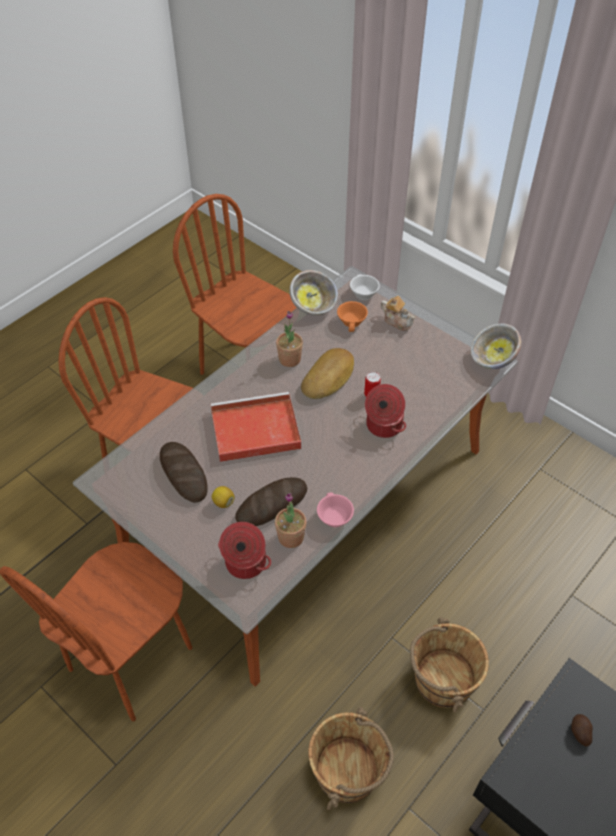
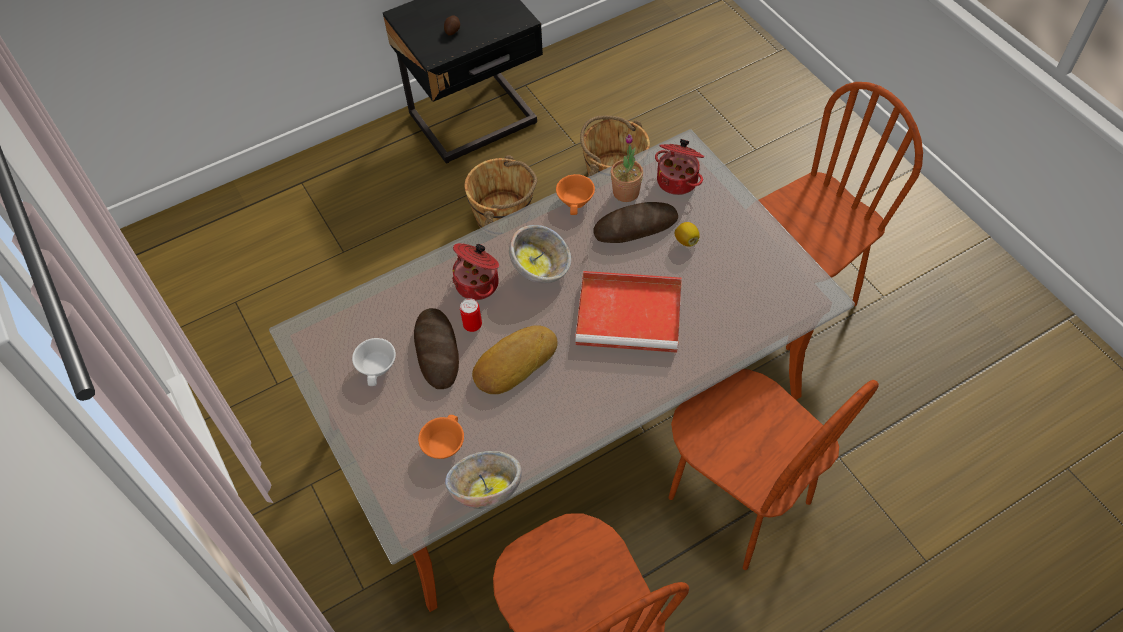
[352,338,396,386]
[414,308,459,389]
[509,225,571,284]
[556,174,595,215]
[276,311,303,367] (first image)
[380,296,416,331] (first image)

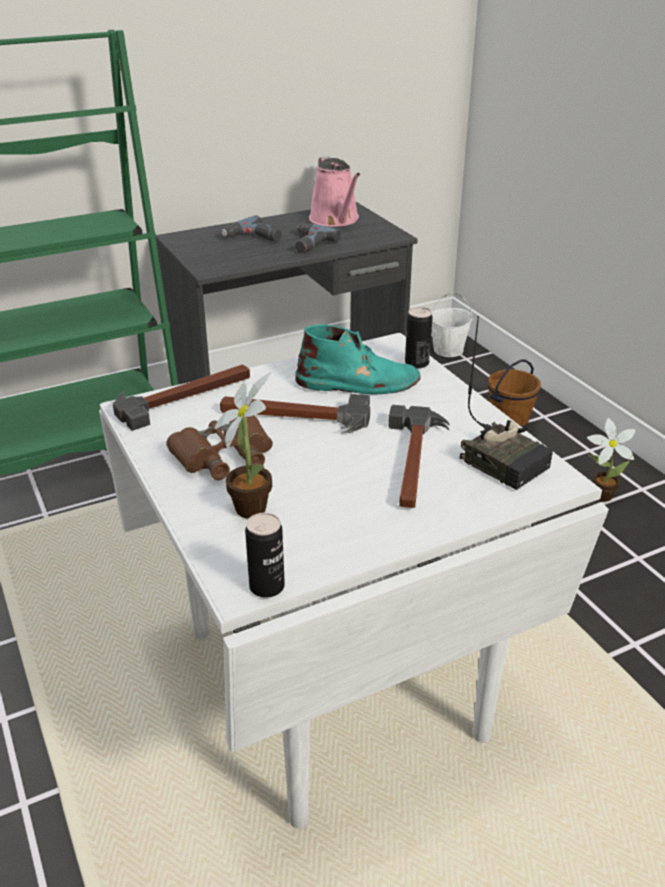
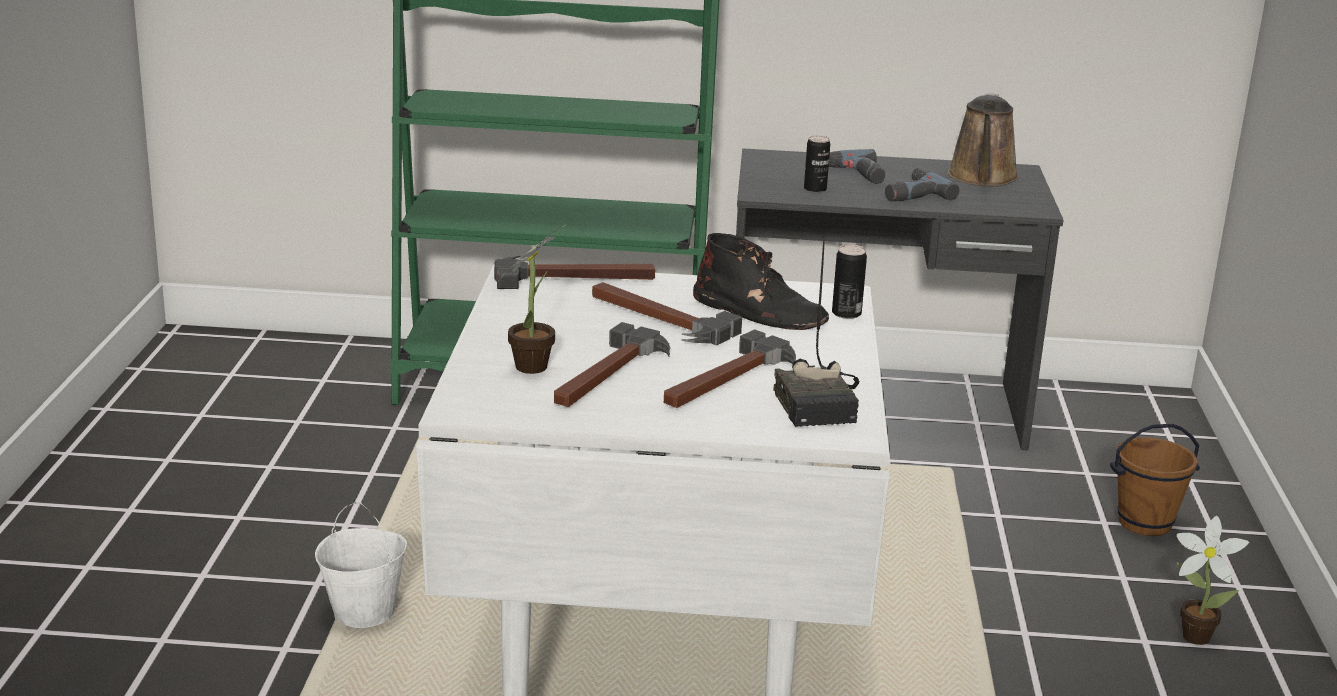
[315,502,407,628]
[554,322,670,407]
[693,233,829,330]
[804,135,830,193]
[947,94,1019,187]
[166,416,273,480] (first image)

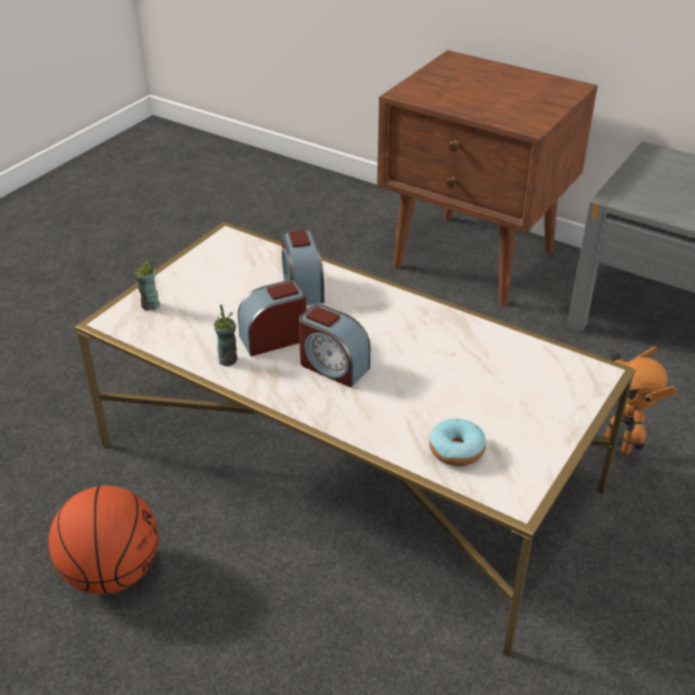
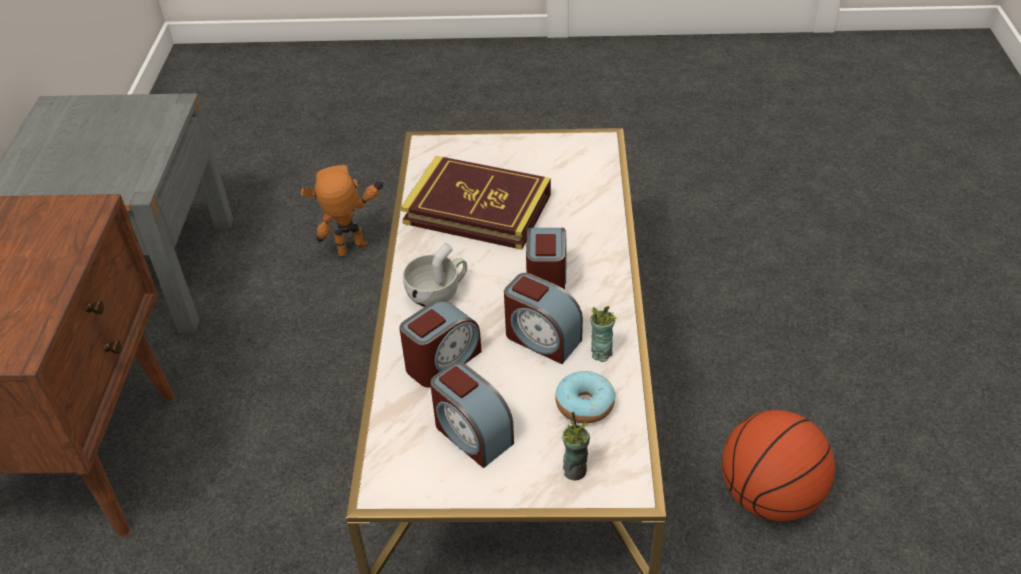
[301,165,385,256]
[401,156,551,250]
[403,243,467,307]
[430,362,514,468]
[555,371,616,424]

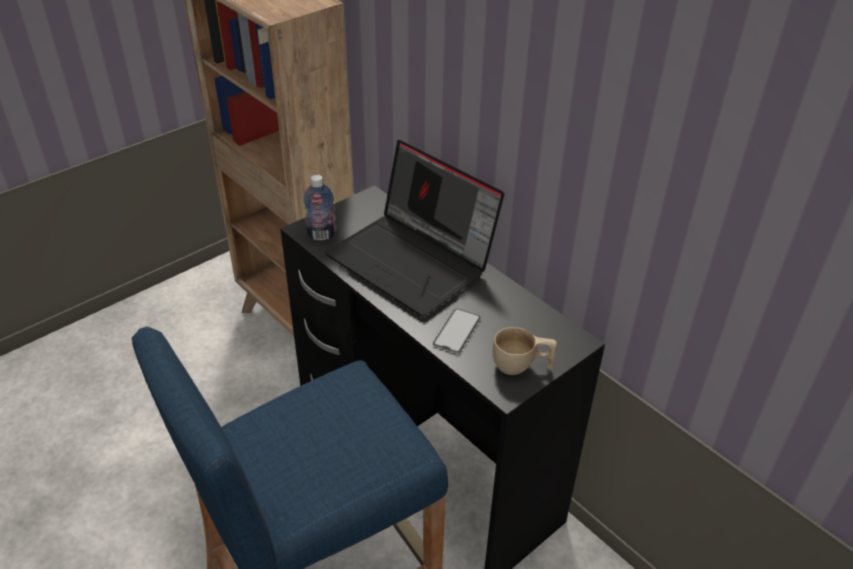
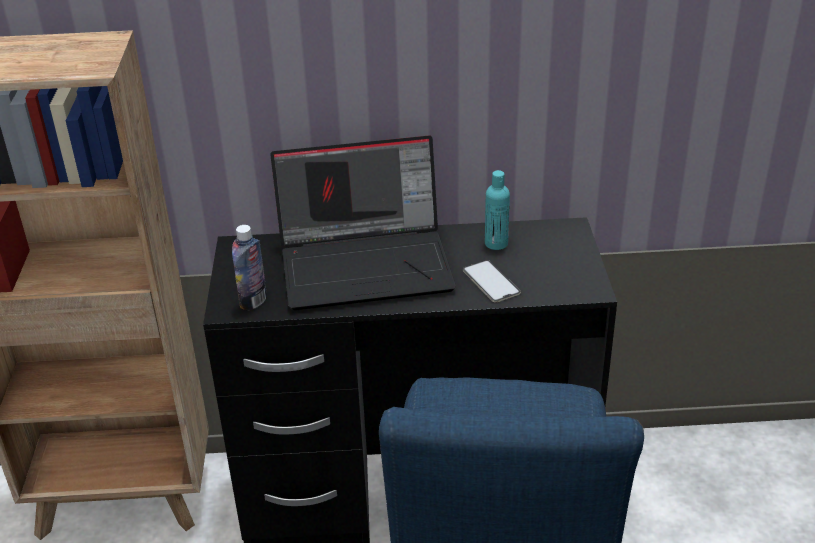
[485,170,510,250]
[493,327,557,375] (first image)

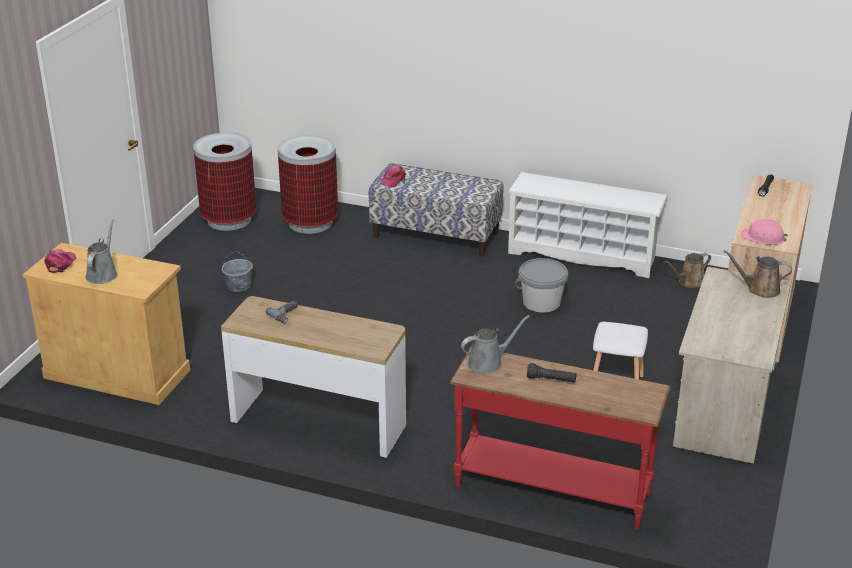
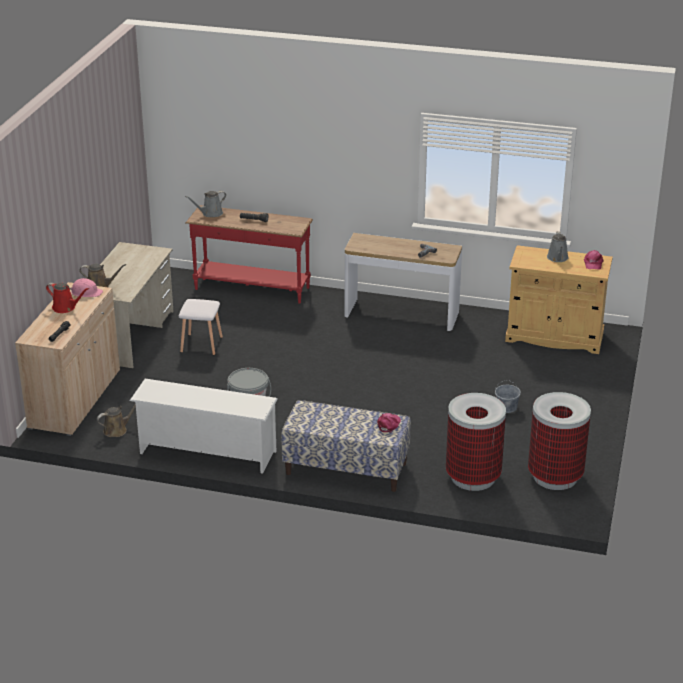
[46,283,89,313]
[185,191,226,217]

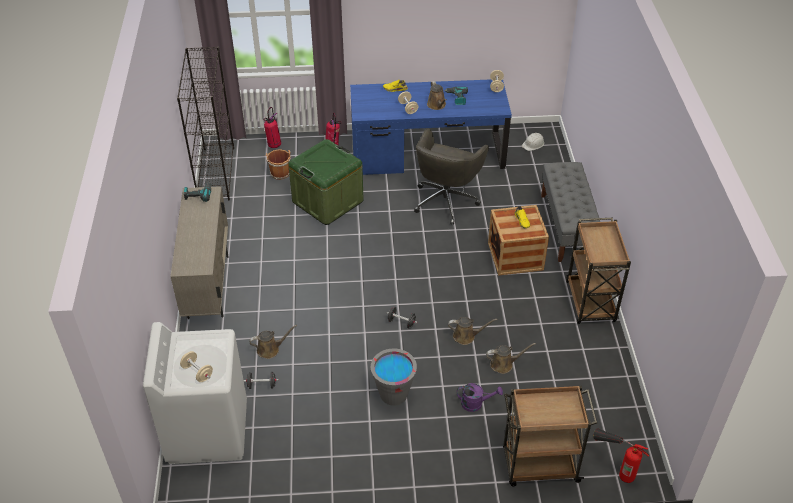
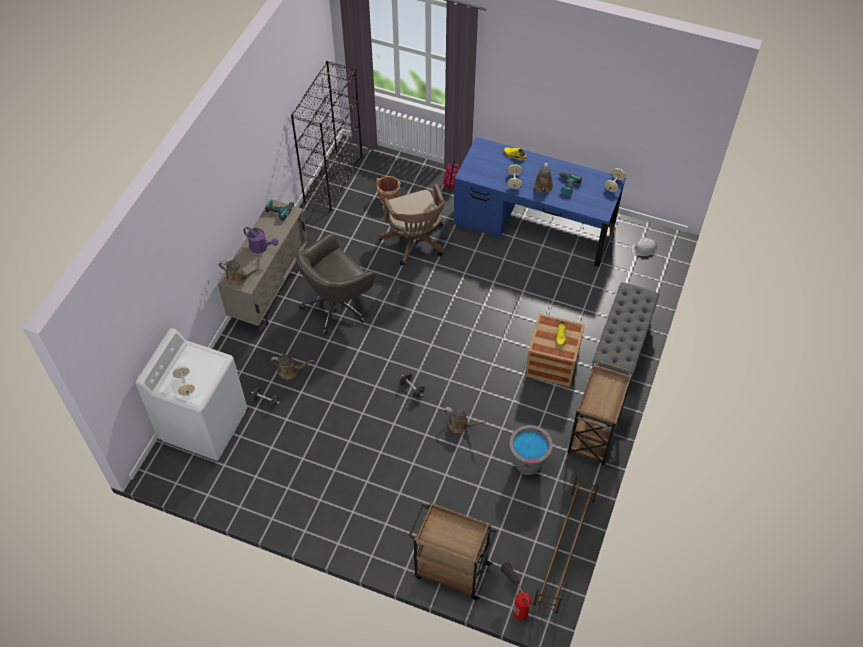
[218,260,261,286]
[244,227,278,253]
[295,233,375,335]
[379,184,445,265]
[510,425,553,475]
[533,476,599,613]
[263,107,281,148] (first image)

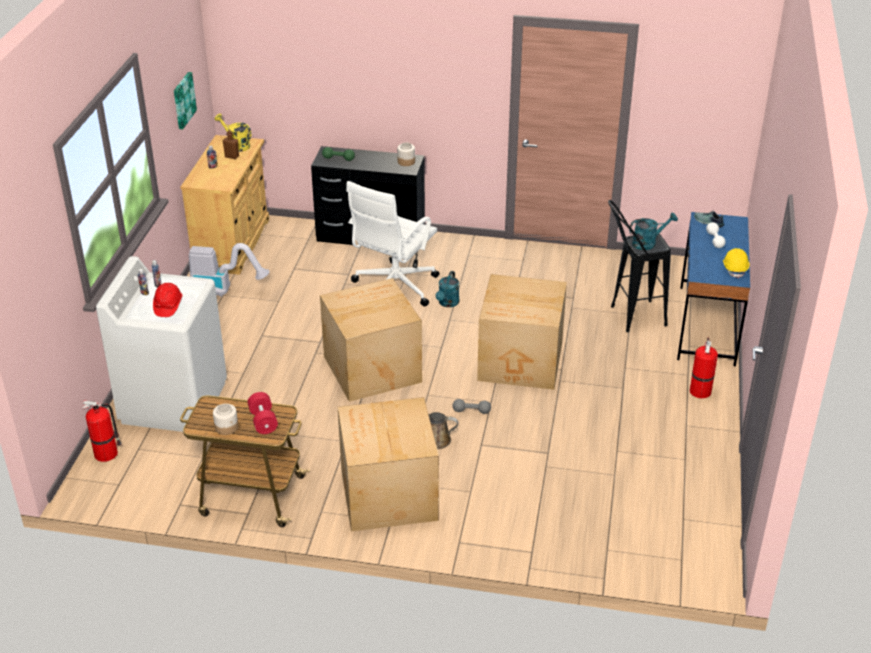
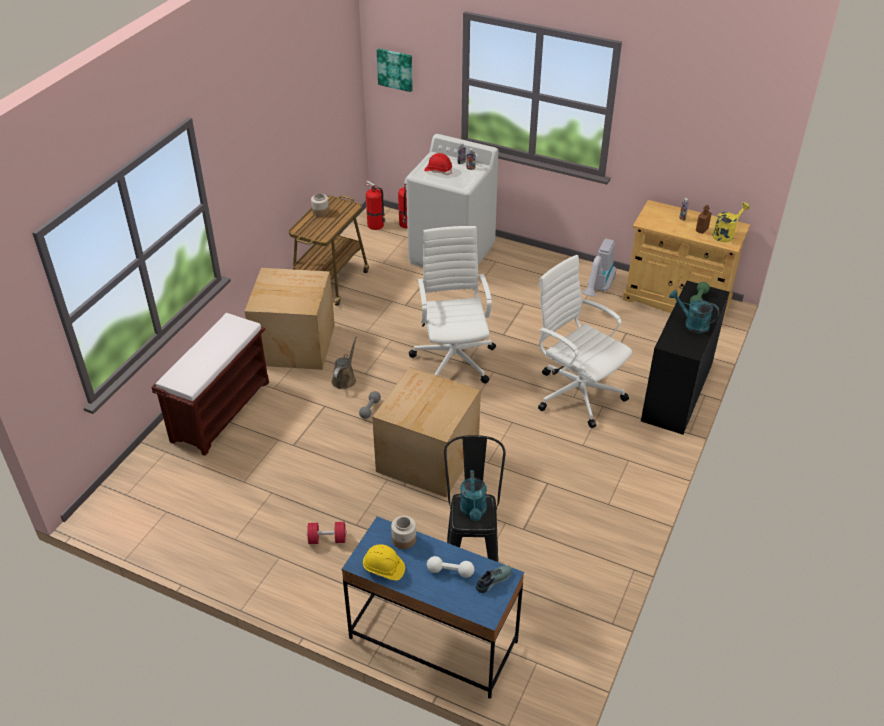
[151,313,269,456]
[307,522,346,544]
[365,180,385,230]
[377,48,413,92]
[391,516,416,549]
[409,226,496,384]
[669,290,719,333]

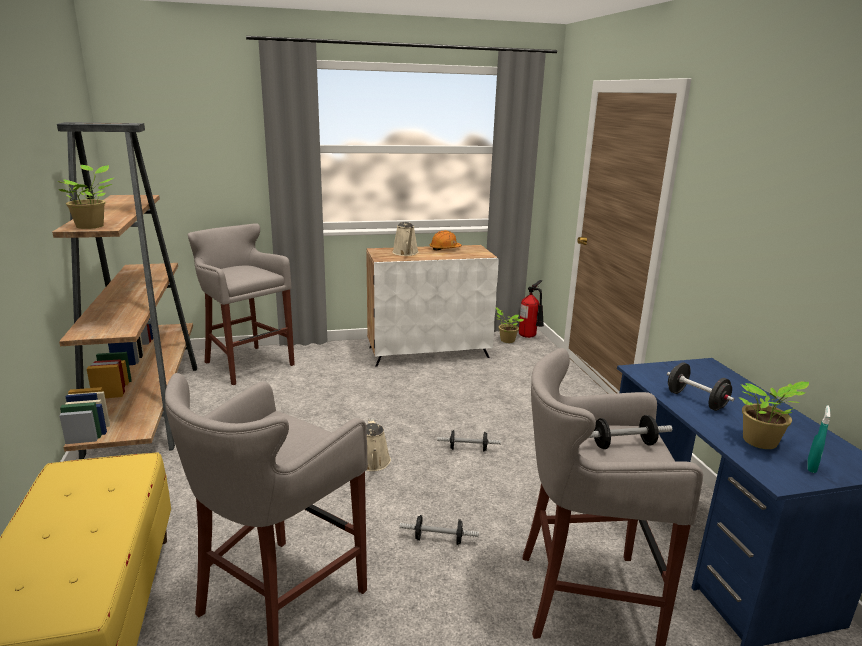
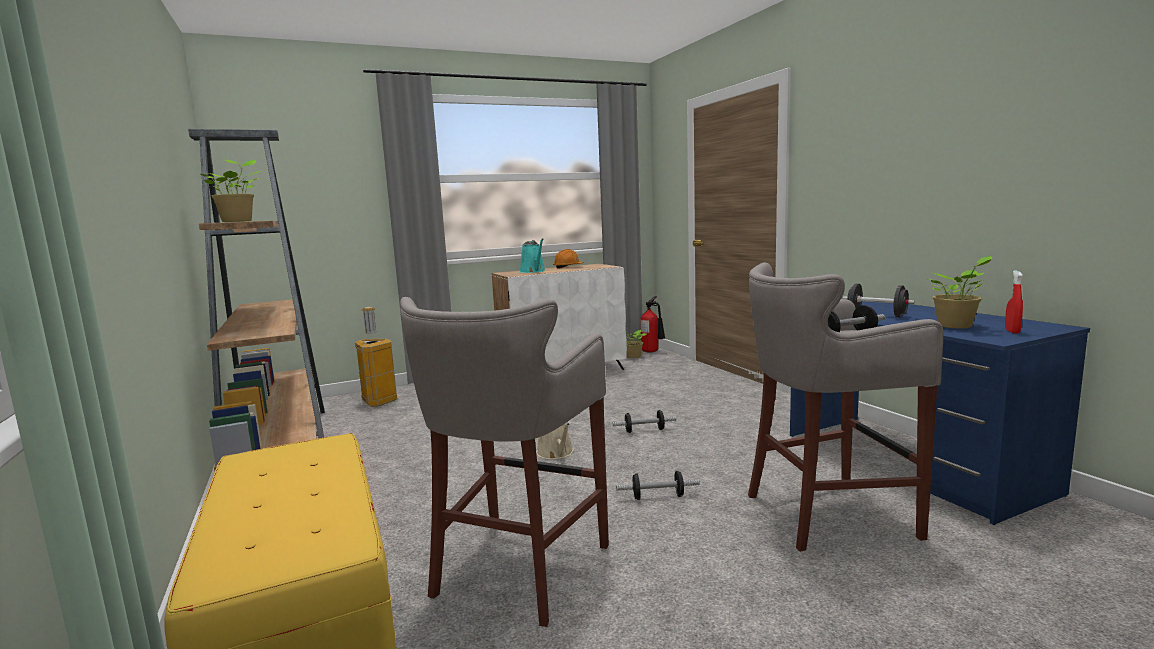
[355,307,397,407]
[520,238,545,273]
[1005,271,1023,333]

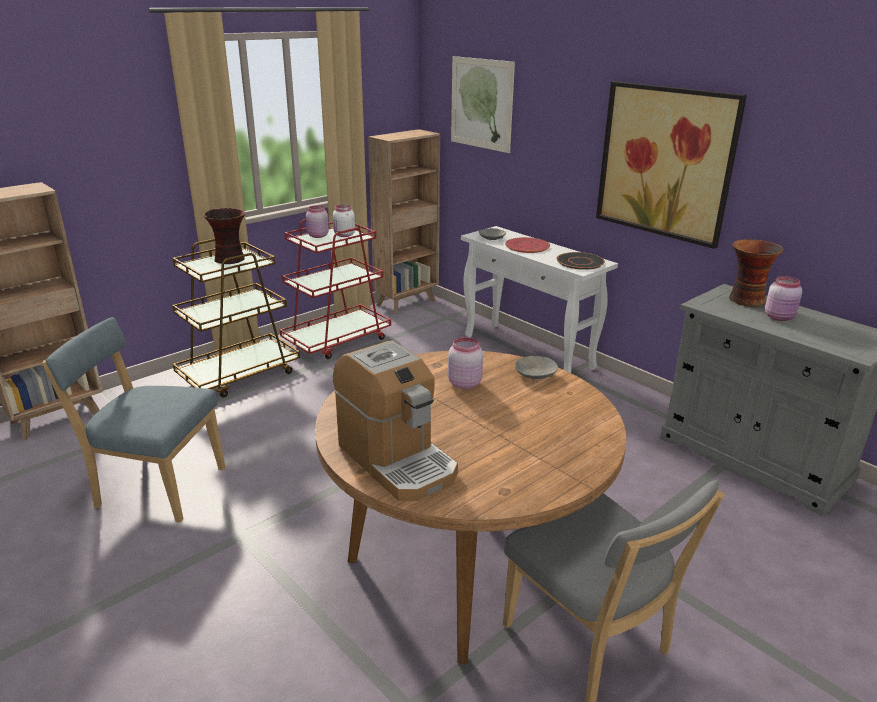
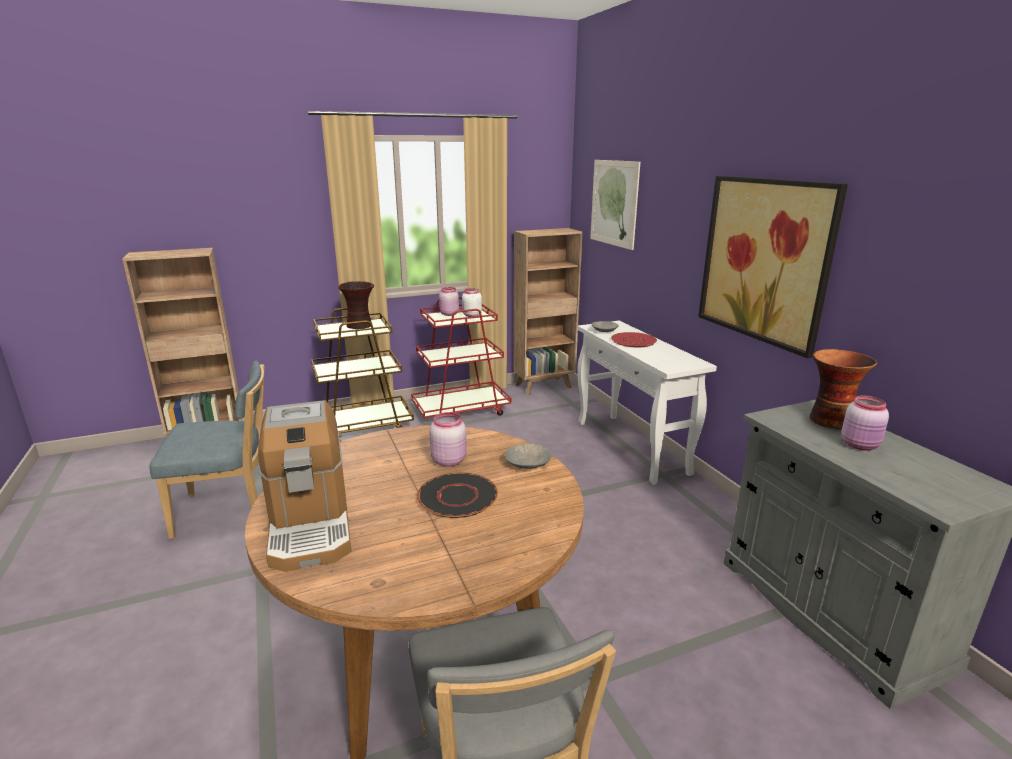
[150,360,265,539]
[417,472,498,518]

